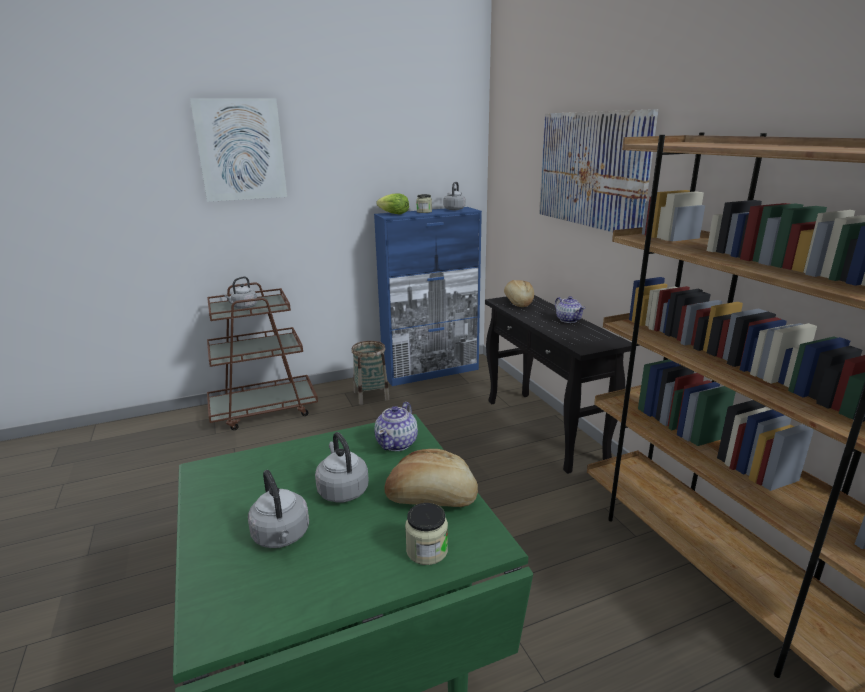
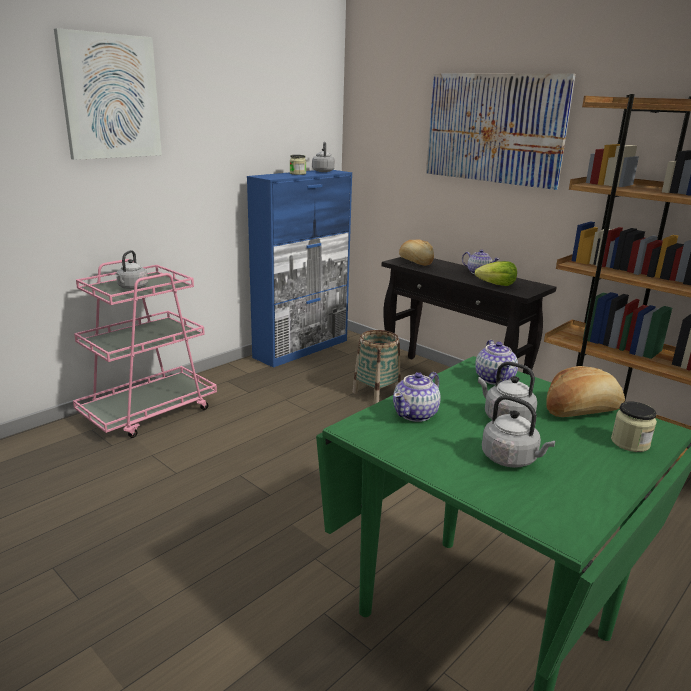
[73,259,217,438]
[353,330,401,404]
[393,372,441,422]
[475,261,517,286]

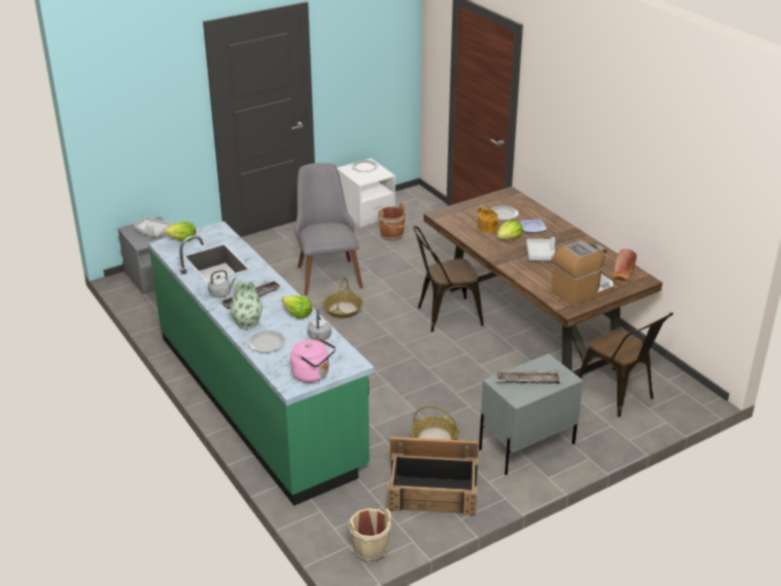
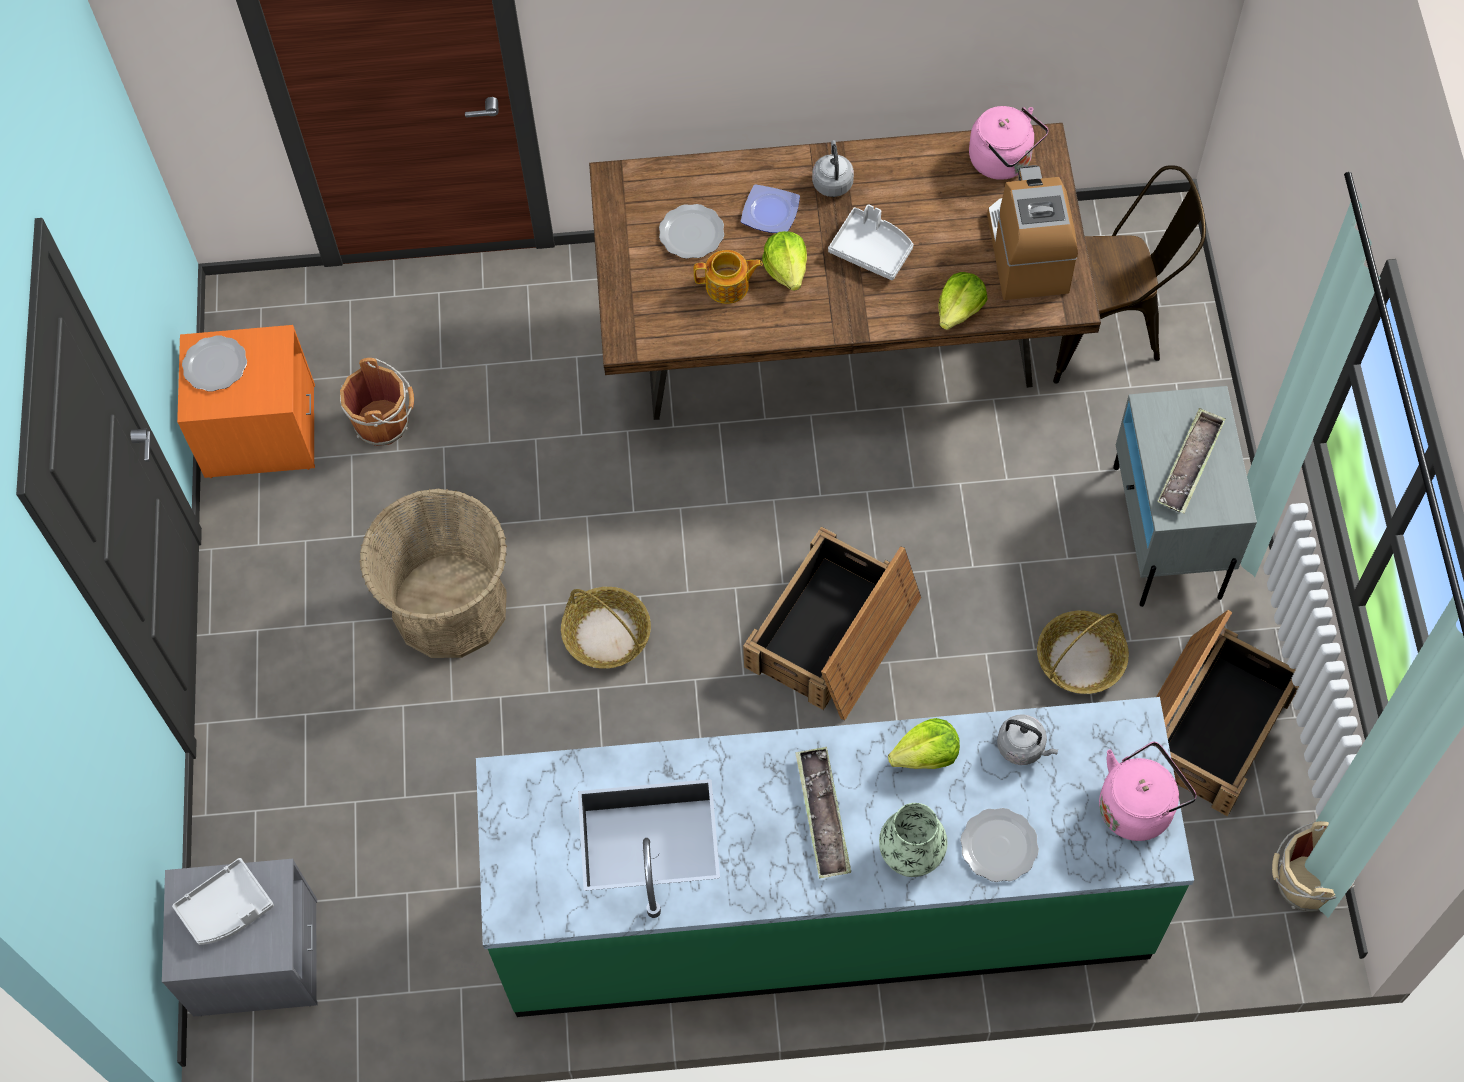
[177,325,315,478]
[360,489,507,658]
[743,527,921,721]
[812,140,854,197]
[938,272,988,330]
[969,106,1049,180]
[413,226,484,332] (first image)

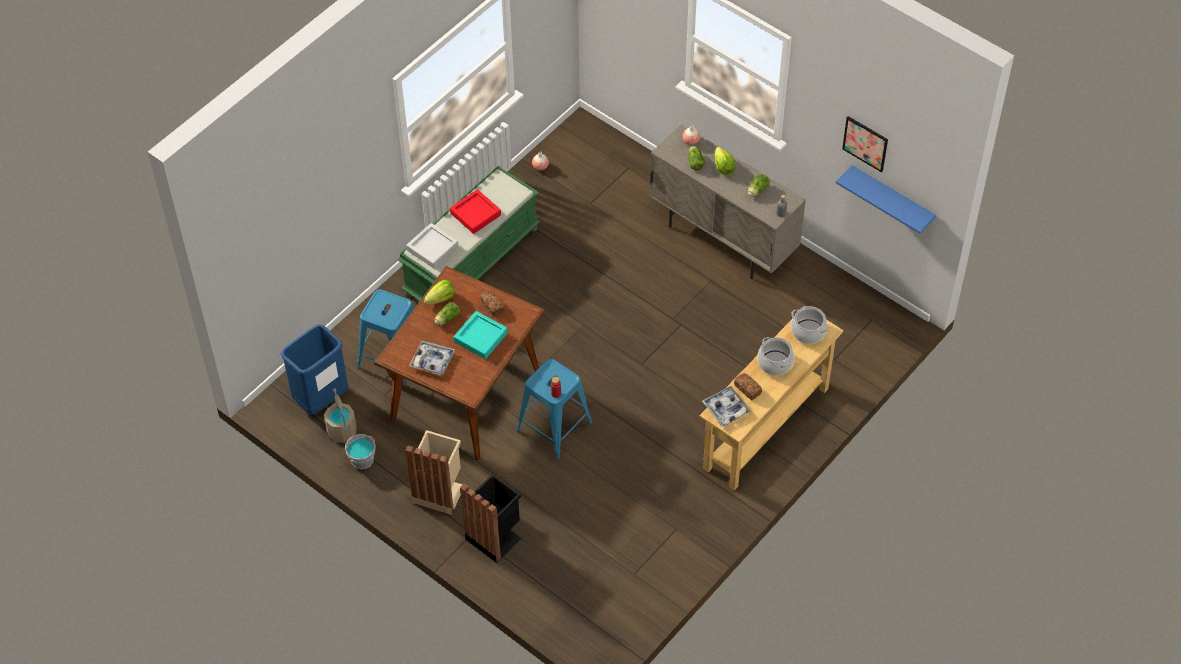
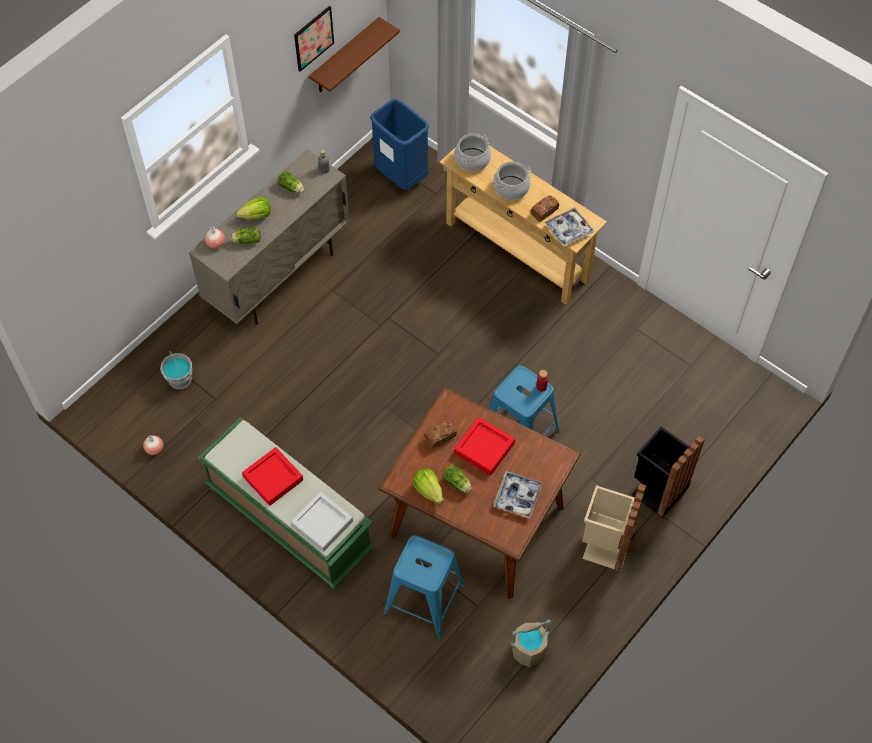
[160,351,192,389]
[309,17,400,92]
[370,99,429,190]
[454,417,515,475]

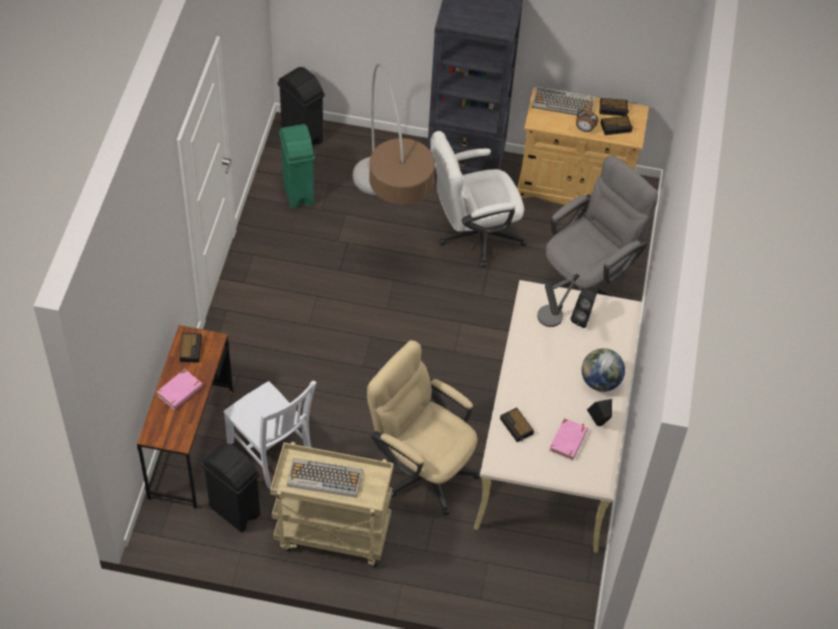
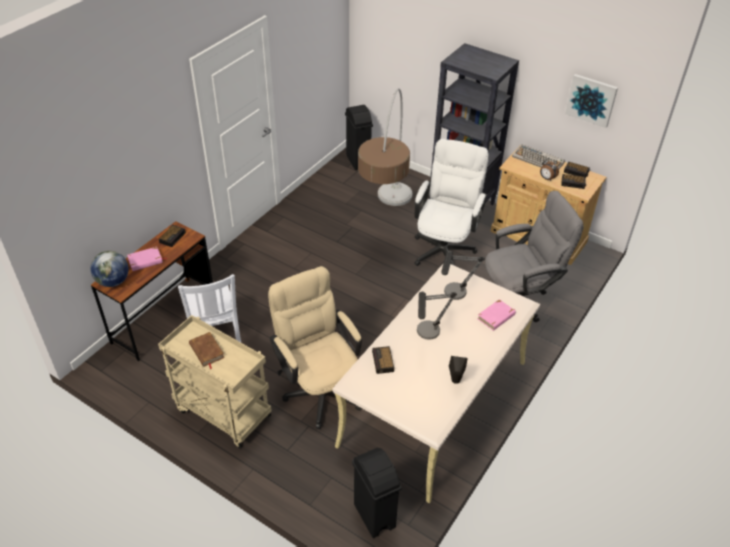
[91,251,129,287]
[189,332,224,369]
[352,448,402,538]
[414,139,489,266]
[417,292,457,340]
[477,299,516,331]
[565,74,618,128]
[279,124,315,209] (first image)
[571,287,598,328] (first image)

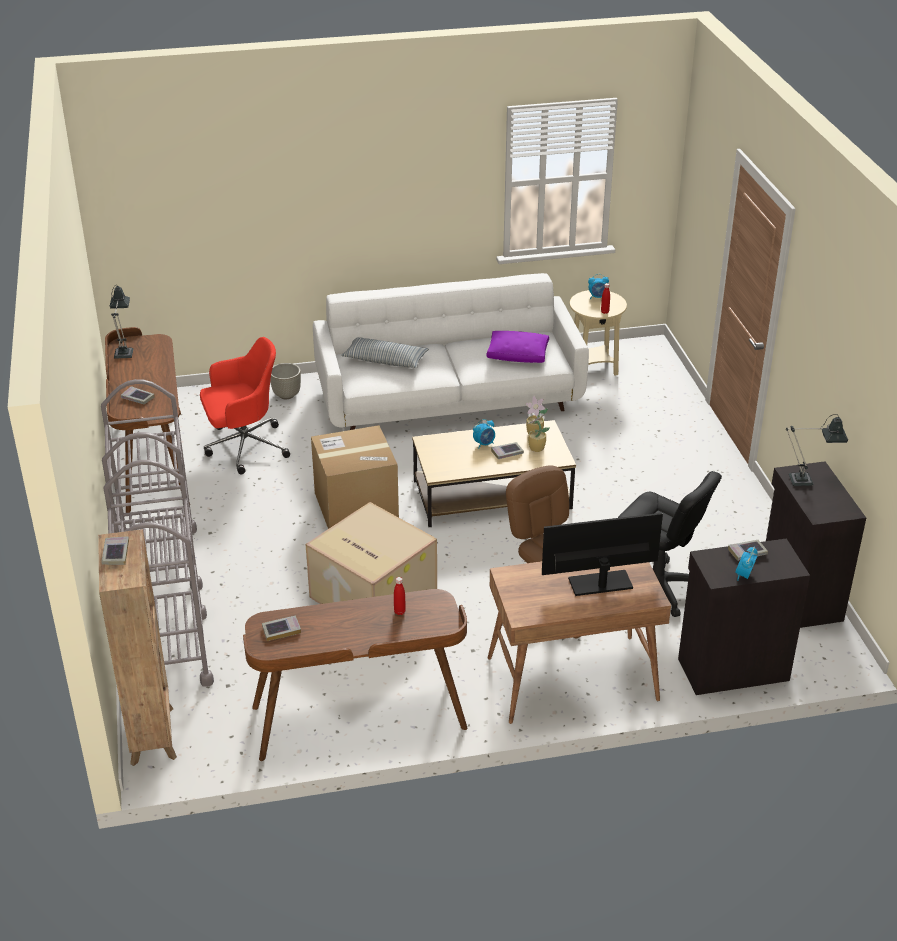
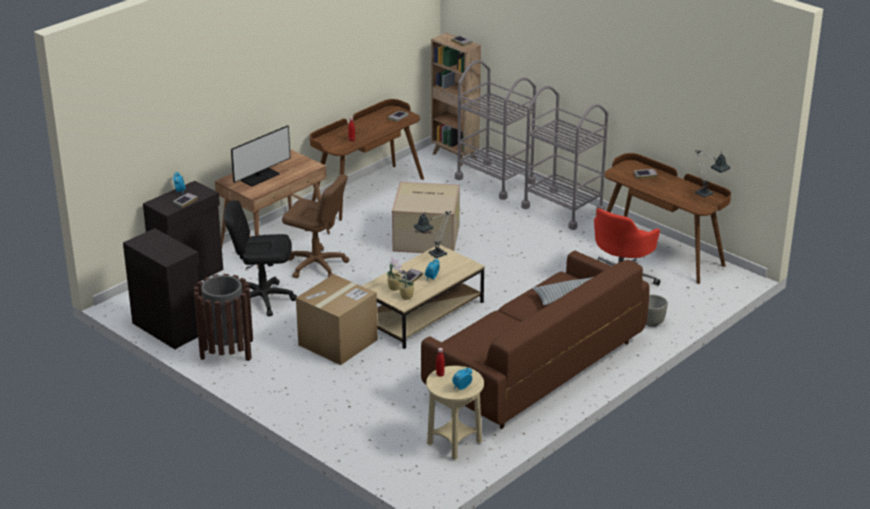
[194,274,253,361]
[296,274,378,365]
[414,211,451,258]
[421,250,650,429]
[486,331,549,363] (first image)

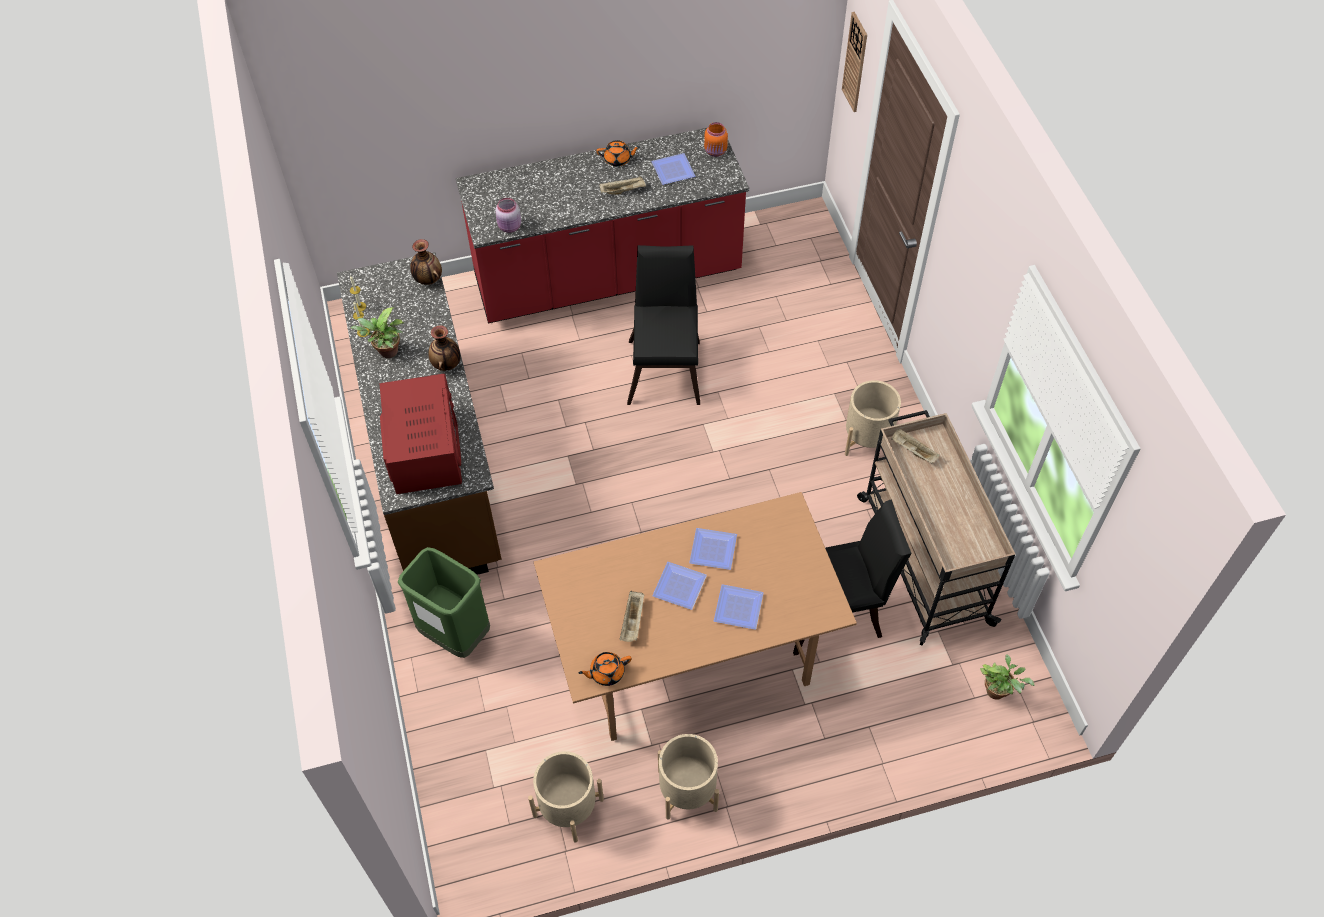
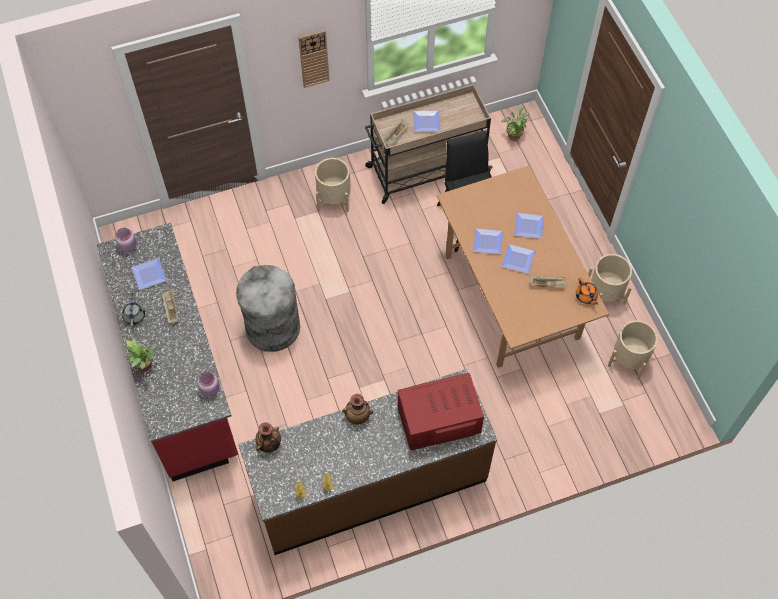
[115,228,137,253]
[122,293,145,328]
[125,339,157,372]
[236,265,300,352]
[298,30,330,88]
[413,111,440,132]
[398,547,490,658] (first image)

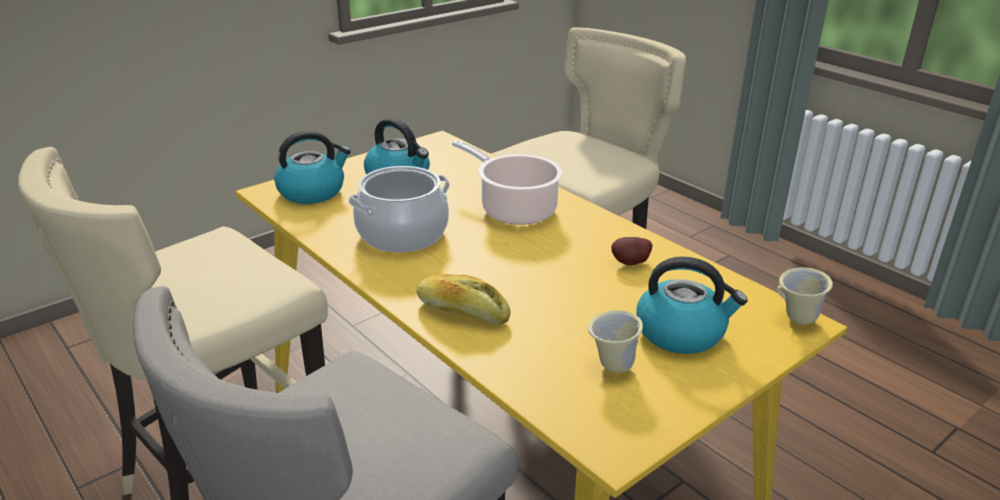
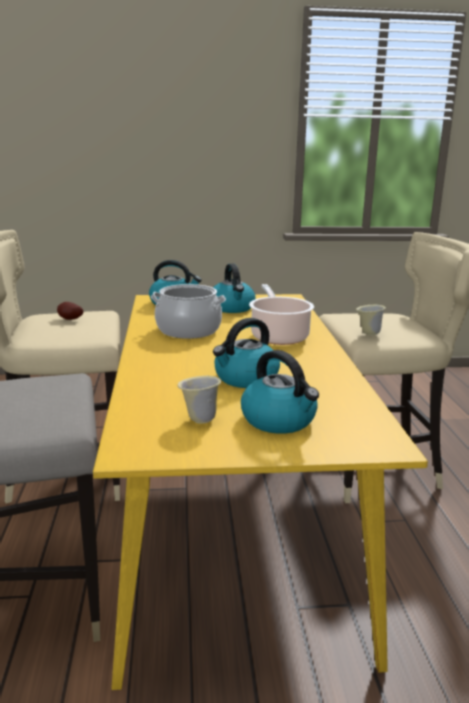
[57,302,84,320]
[213,318,280,388]
[356,305,386,336]
[416,274,510,324] (first image)

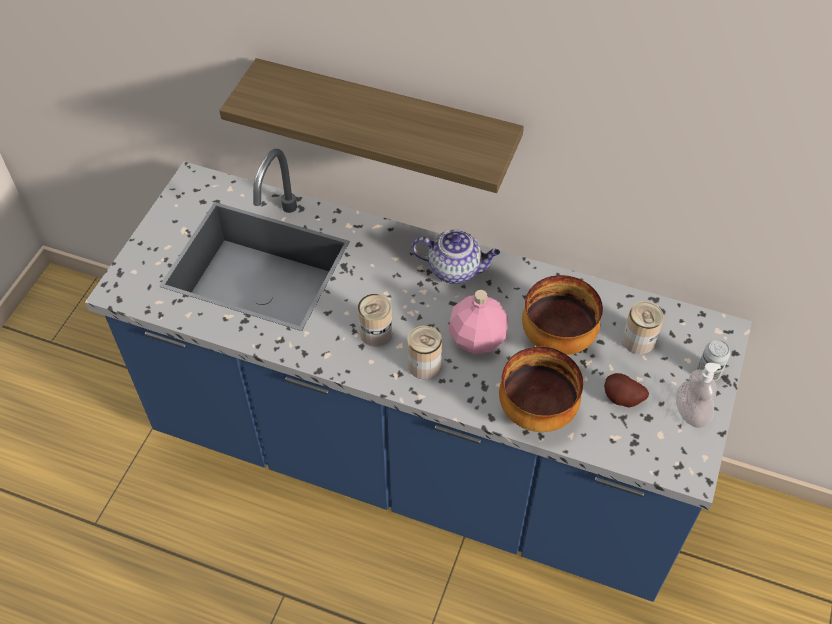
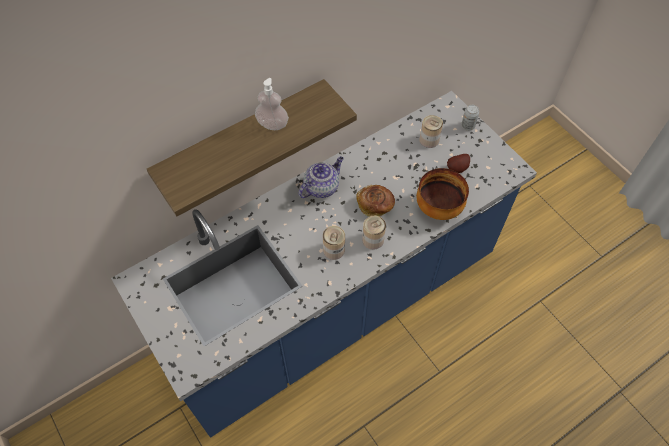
[255,78,289,130]
[357,185,395,217]
[522,275,603,355] (first image)

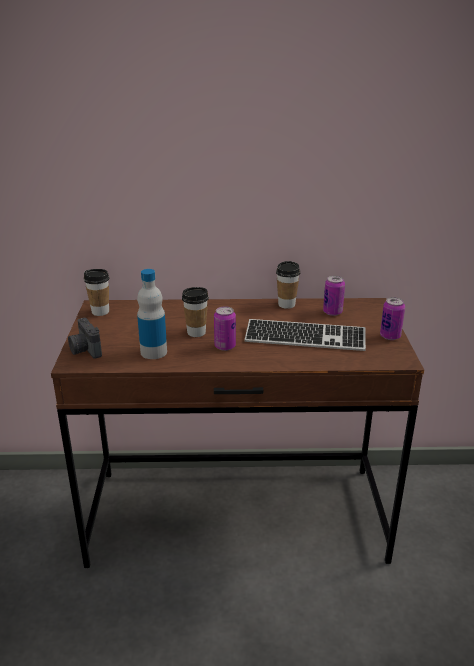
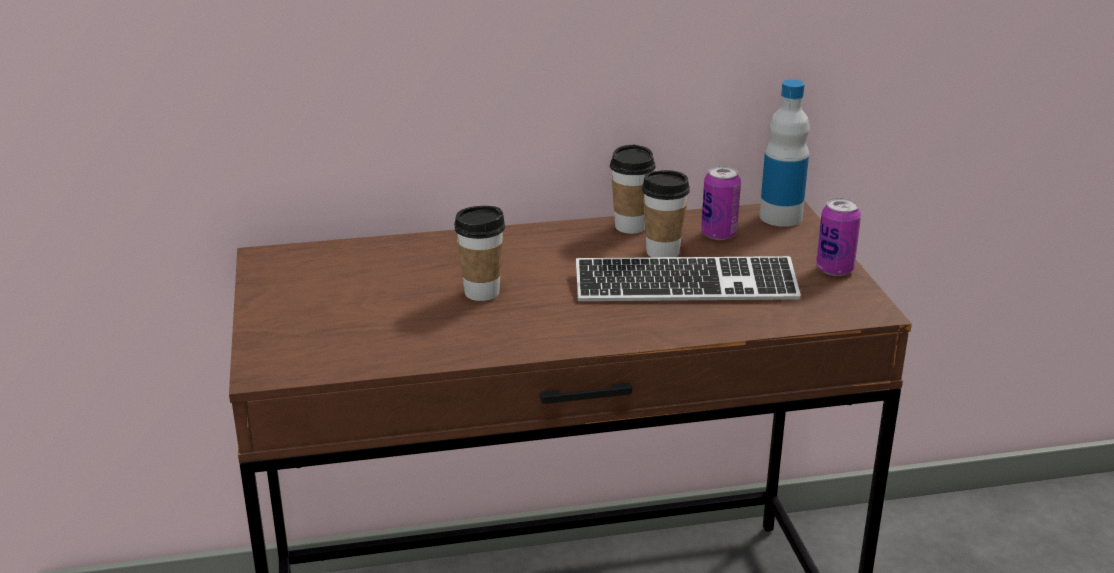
[642,170,690,257]
[759,80,810,227]
[68,318,102,359] (first image)
[214,306,236,351] (first image)

